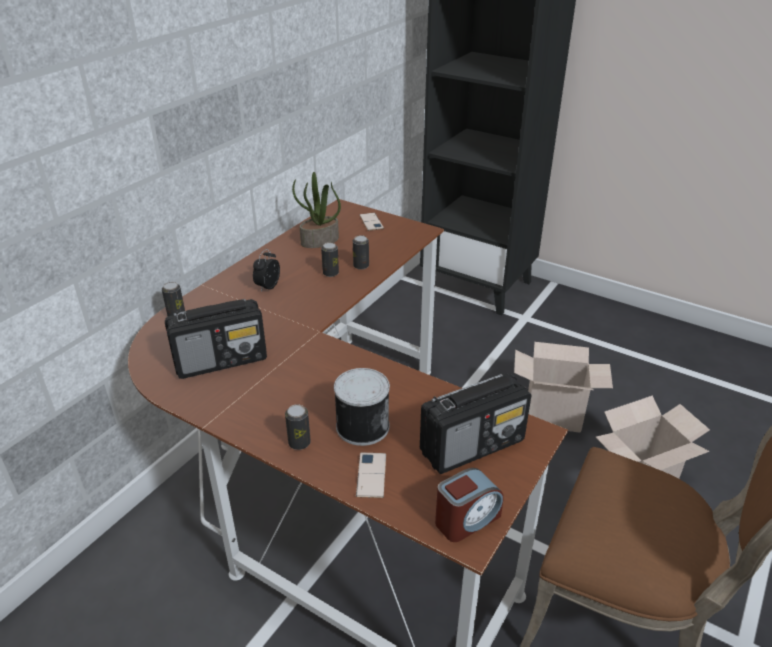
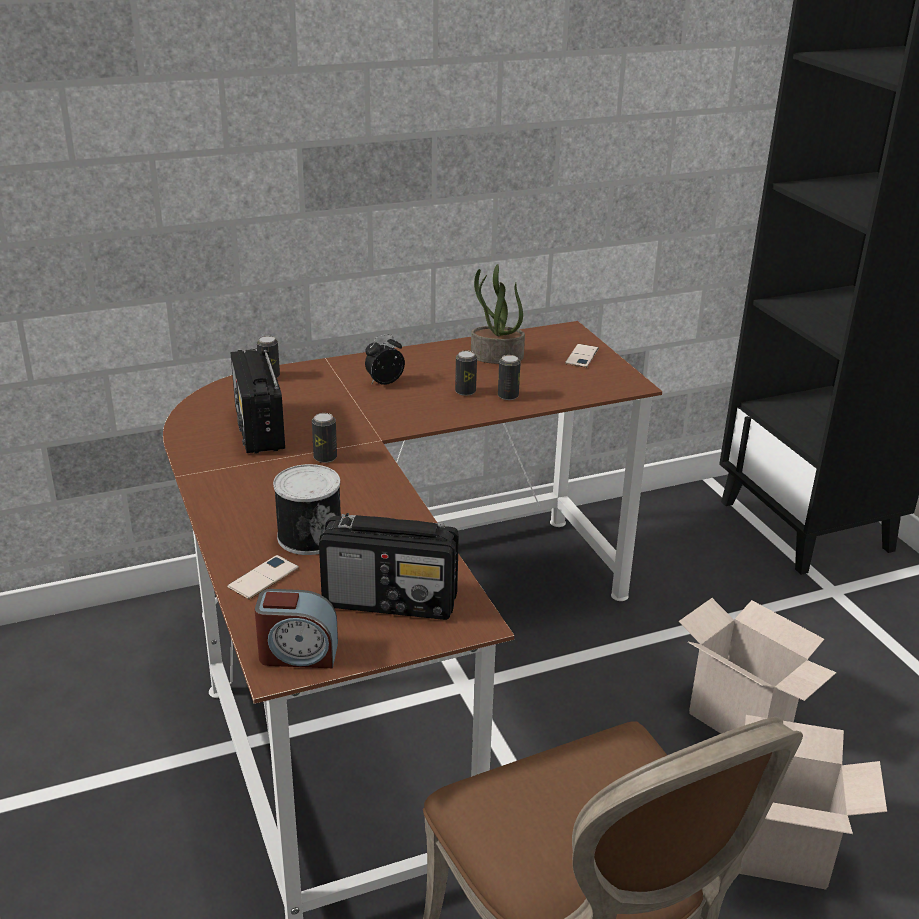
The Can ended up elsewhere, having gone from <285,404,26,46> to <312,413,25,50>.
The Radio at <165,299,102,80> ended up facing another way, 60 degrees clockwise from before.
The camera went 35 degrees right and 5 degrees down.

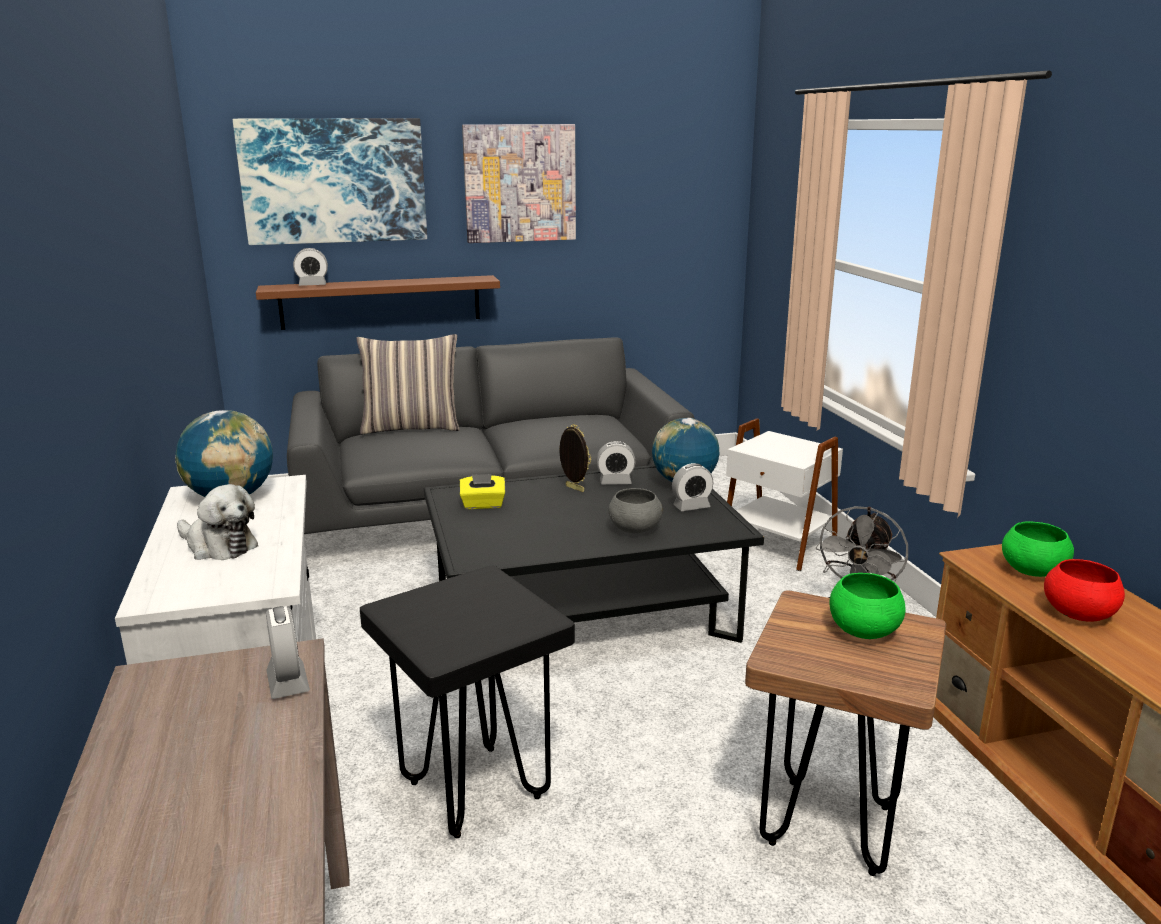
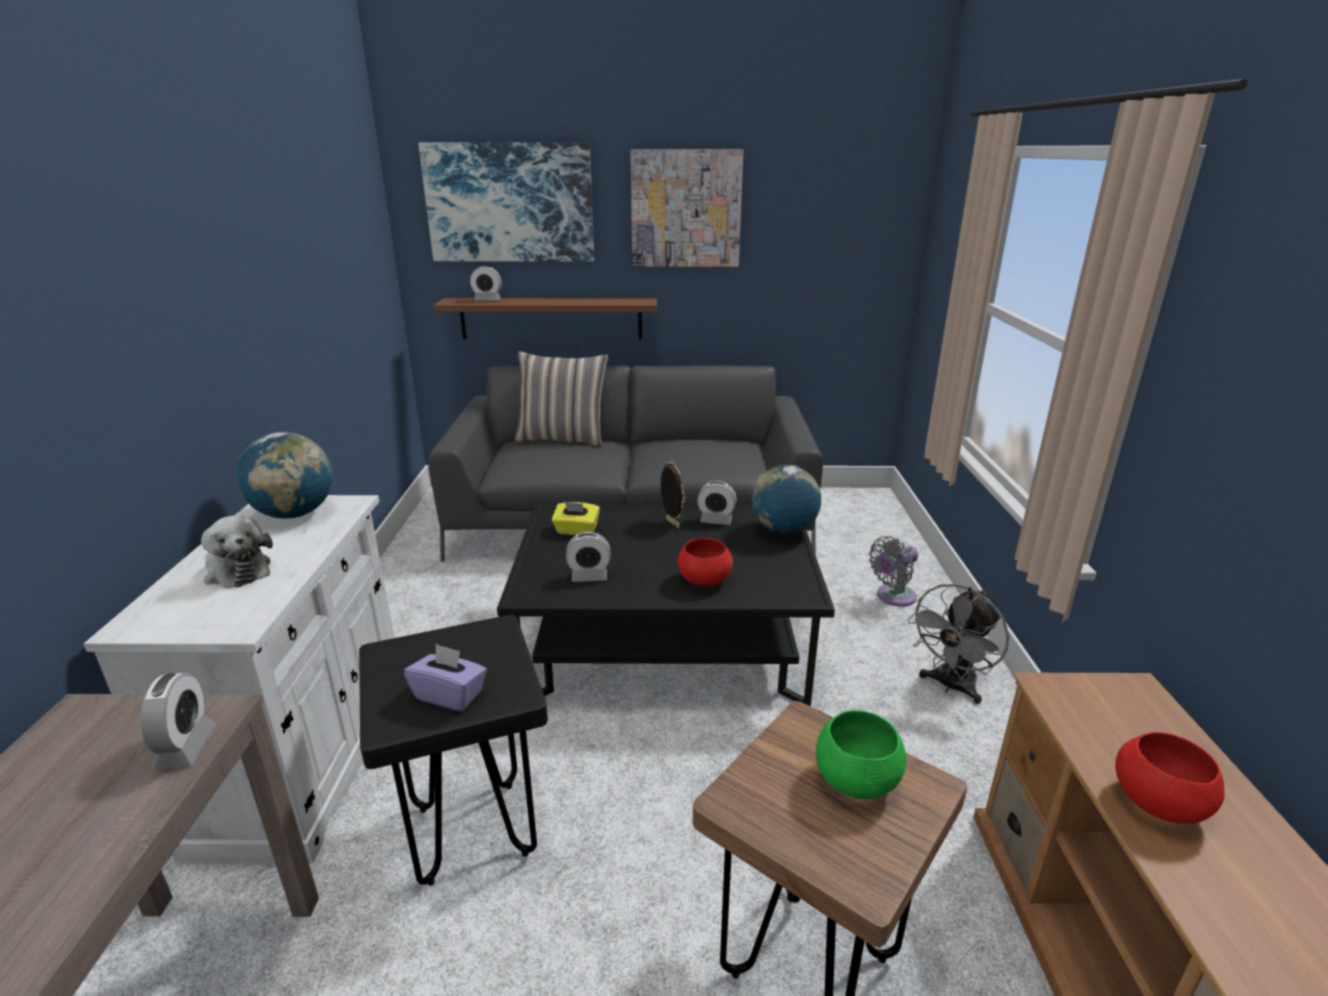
The second view lost the GreenBowl at <1002,522,72,55>.
The second view gained the PurpleTissueBox at <404,644,83,67>.
The AlarmClock ended up elsewhere, having gone from <672,463,41,48> to <566,532,45,50>.
Where the WhiteSideTable stood at <726,418,117,153>, the GreyFan came to stand at <869,536,49,71>.
What was the GreyBowl at <609,488,54,45> turned into the RedBowl at <678,538,55,48>.
The camera went 15 degrees right and 5 degrees up.

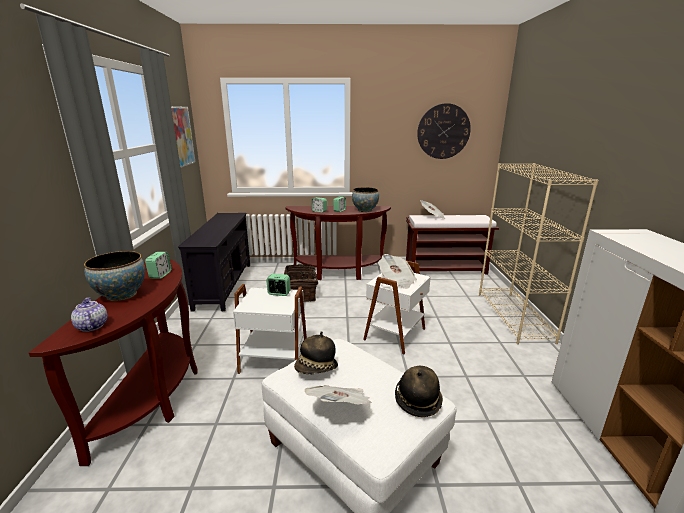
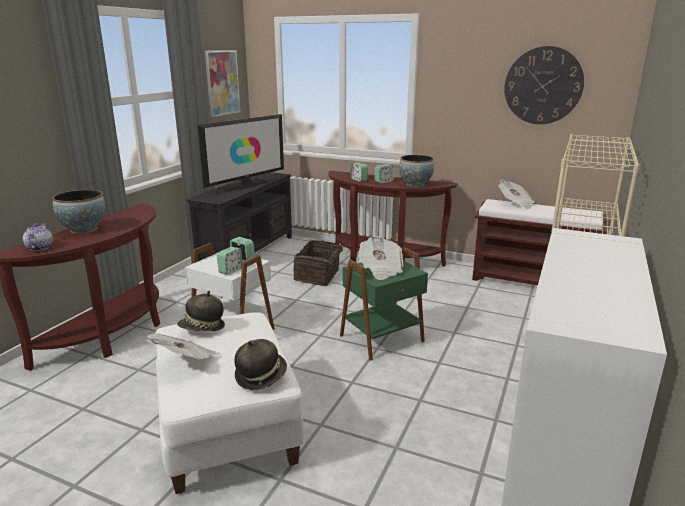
The second view gained the Television at <197,114,87,76>.
The AlarmClock ended up elsewhere, having gone from <145,252,27,27> to <217,247,26,28>.
What was the WhiteSideTable at <363,261,68,94> turned into the GreenSideTable at <340,247,88,114>.
The camera went 25 degrees right and 0 degrees up.

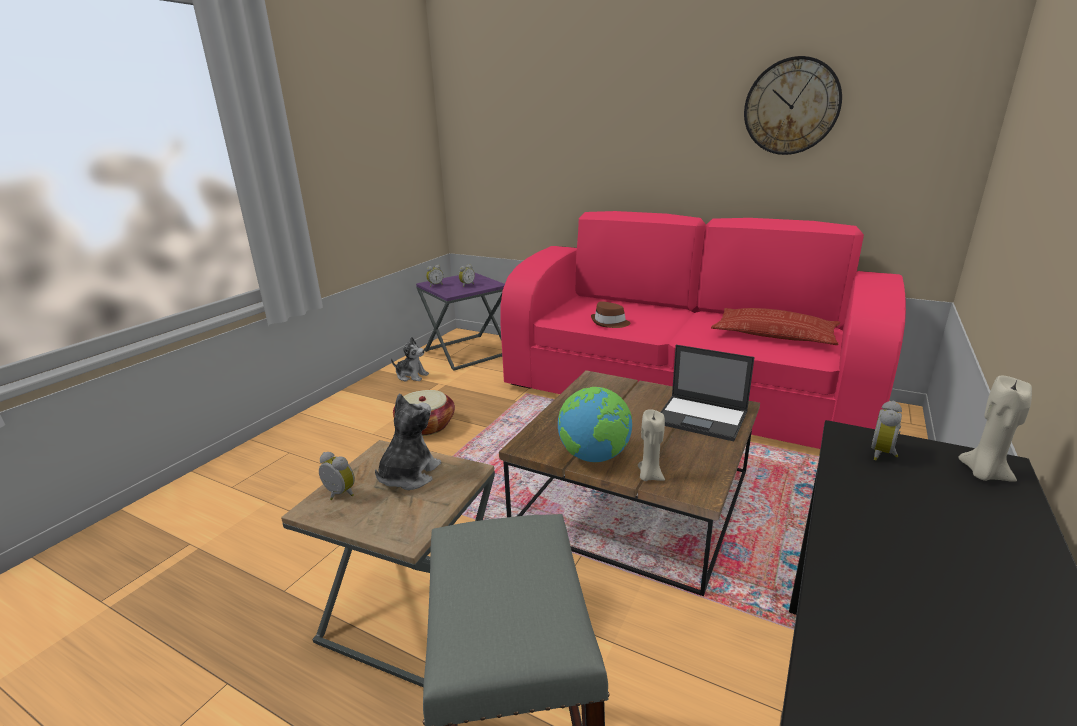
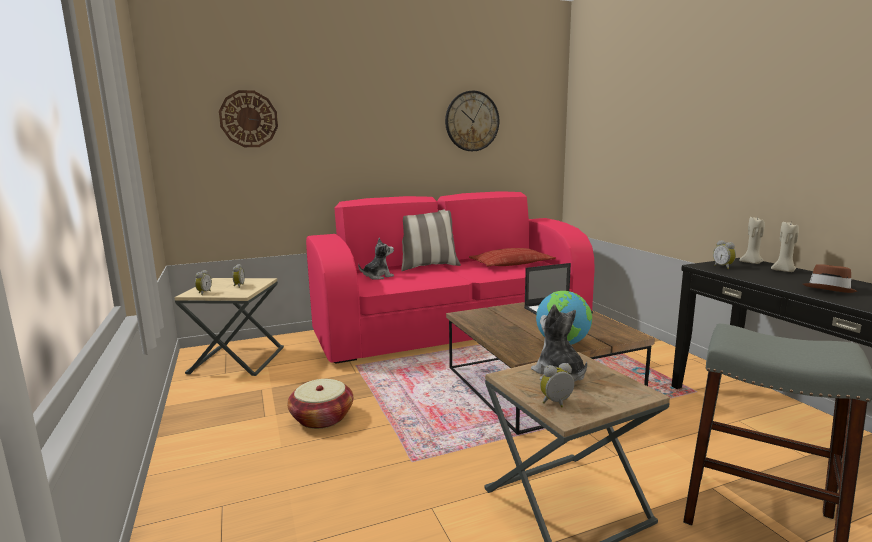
The second view gained the WallClock at <219,90,59,57>.
The second view gained the Pillow at <401,209,60,62>.
The PlushToy ended up elsewhere, having gone from <391,337,38,44> to <358,238,36,42>.
The BrownHat ended up elsewhere, having gone from <591,301,40,27> to <803,264,54,29>.
The BeigeCandle ended up elsewhere, having gone from <638,409,27,72> to <771,220,28,52>.
What was the PurpleSideTable at <416,272,89,99> turned into the BeigeSideTable at <175,278,109,98>.
The camera went 50 degrees left and 10 degrees down.

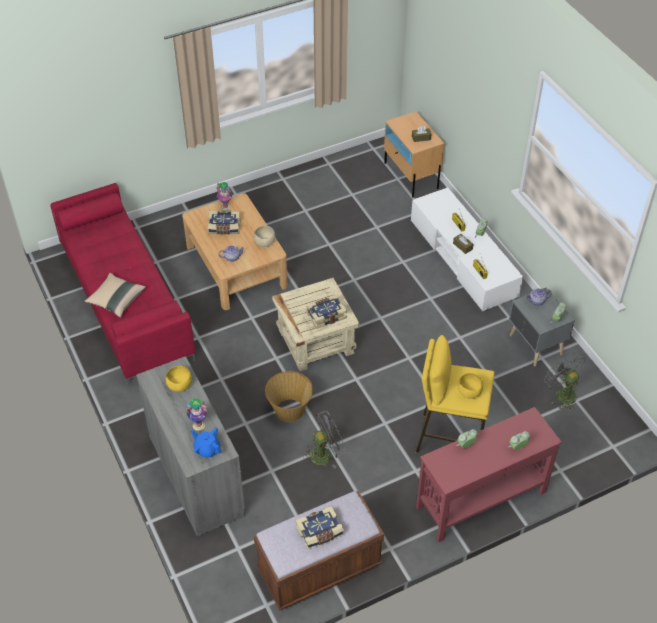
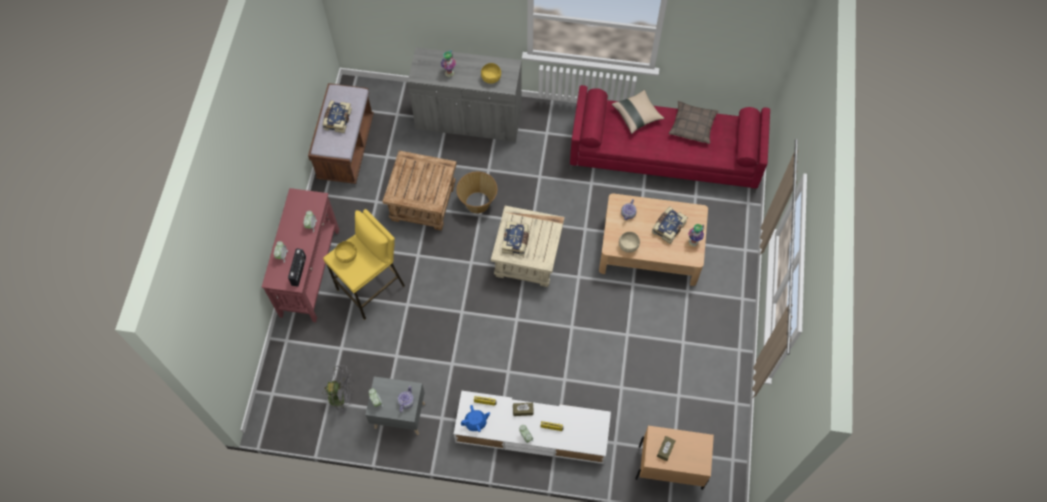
The second view gained the Radio at <288,248,18,38>.
The second view gained the Pillow at <669,101,49,43>.
The BlueTeapot ended up elsewhere, having gone from <191,428,30,30> to <461,405,29,27>.
Where the GreyFan stood at <303,411,42,57>, the BrownSideTable came to stand at <383,151,74,80>.
The camera went 125 degrees right and 15 degrees up.

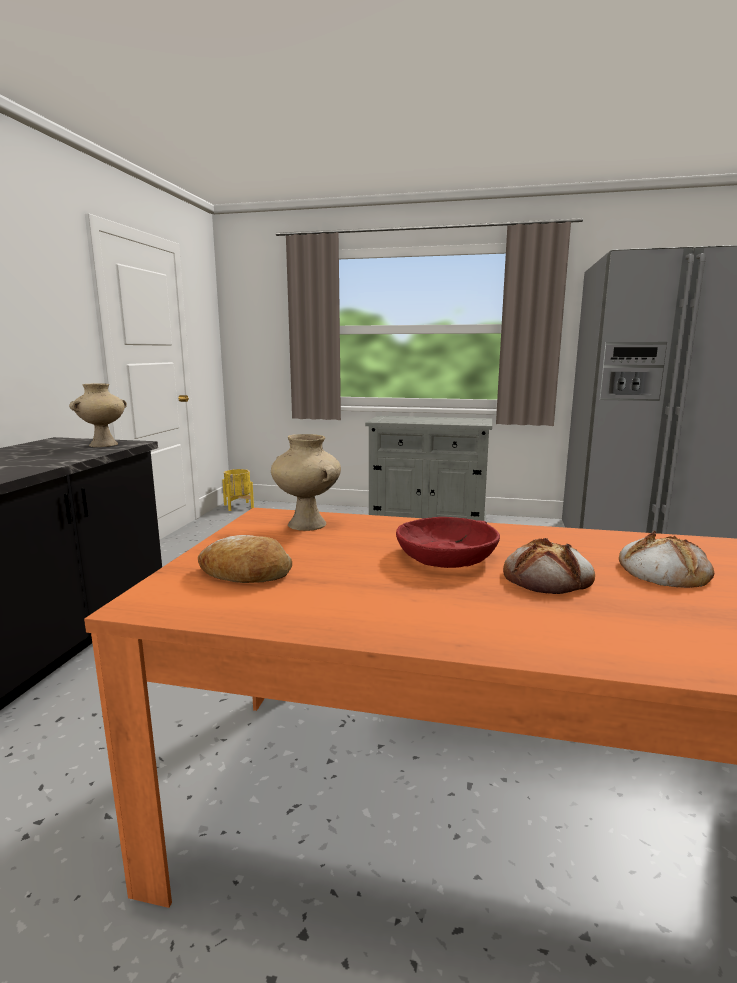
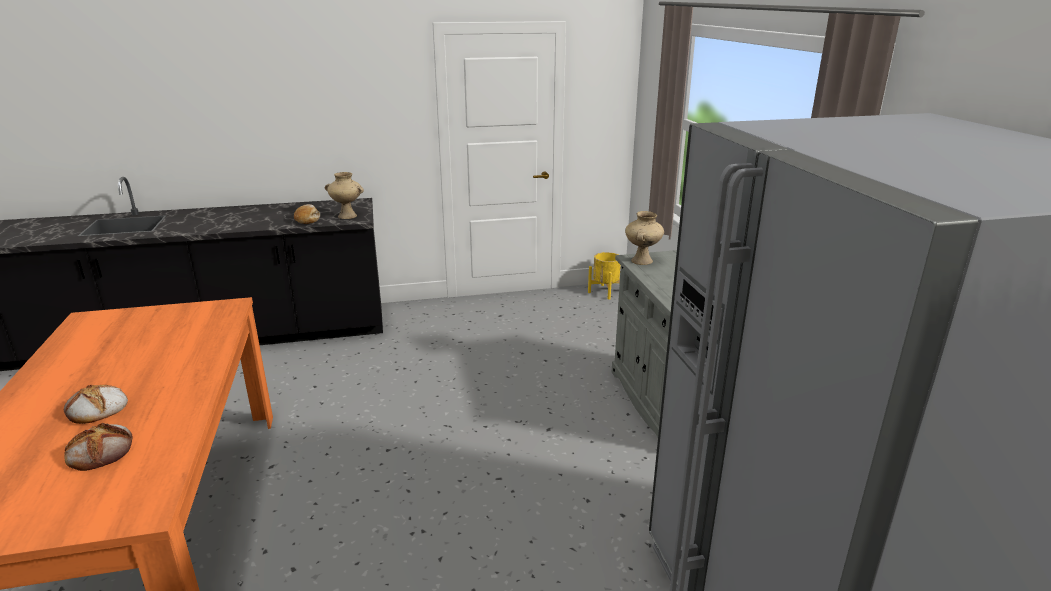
The second view lost the RedBowl at <396,517,104,51>.
The Bread ended up elsewhere, having gone from <198,535,94,48> to <294,204,26,20>.
The BeigeVase ended up elsewhere, having gone from <271,434,70,97> to <625,211,39,54>.
The camera went 65 degrees right and 10 degrees up.

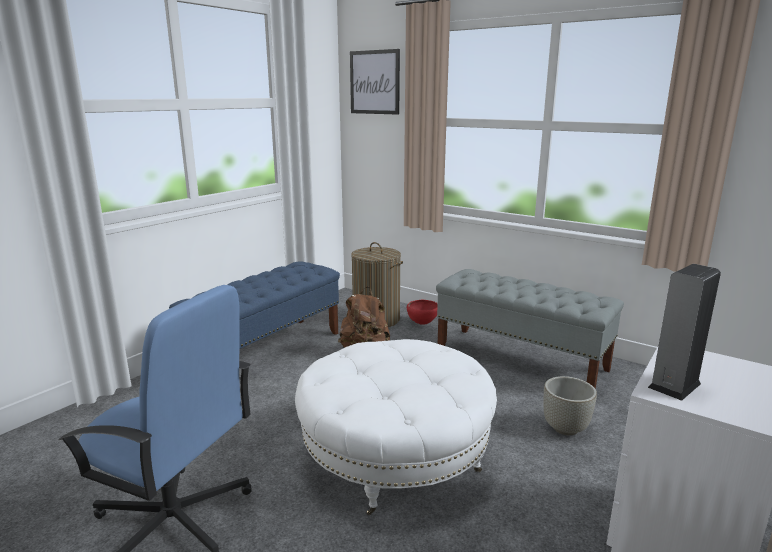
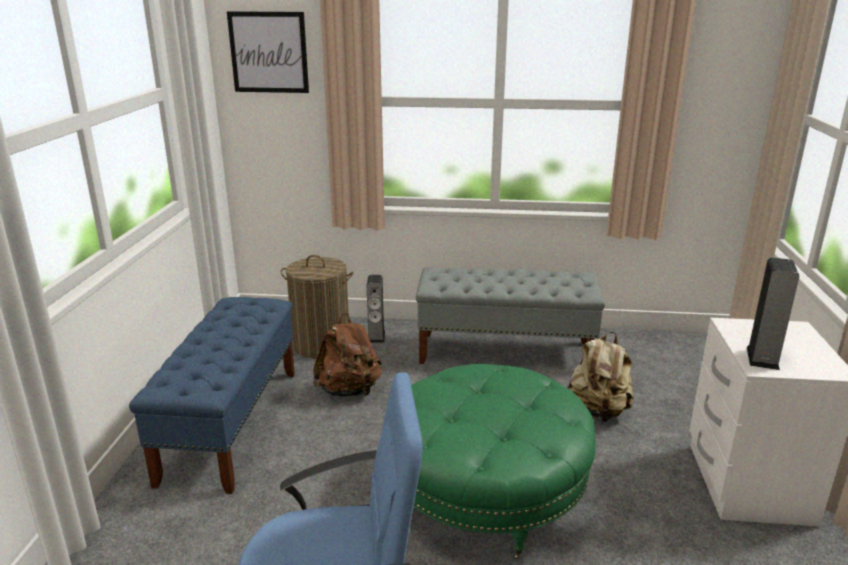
Where the RedBowl stood at <407,300,31,25>, the Speaker came to stand at <367,275,18,68>.
Where the GreyPlanter stood at <543,376,54,59>, the BeigeBackpack came to stand at <567,332,67,90>.
What was the WhiteOttoman at <295,339,202,176> turned into the GreenOttoman at <411,364,185,195>.
The camera went 30 degrees left and 5 degrees up.

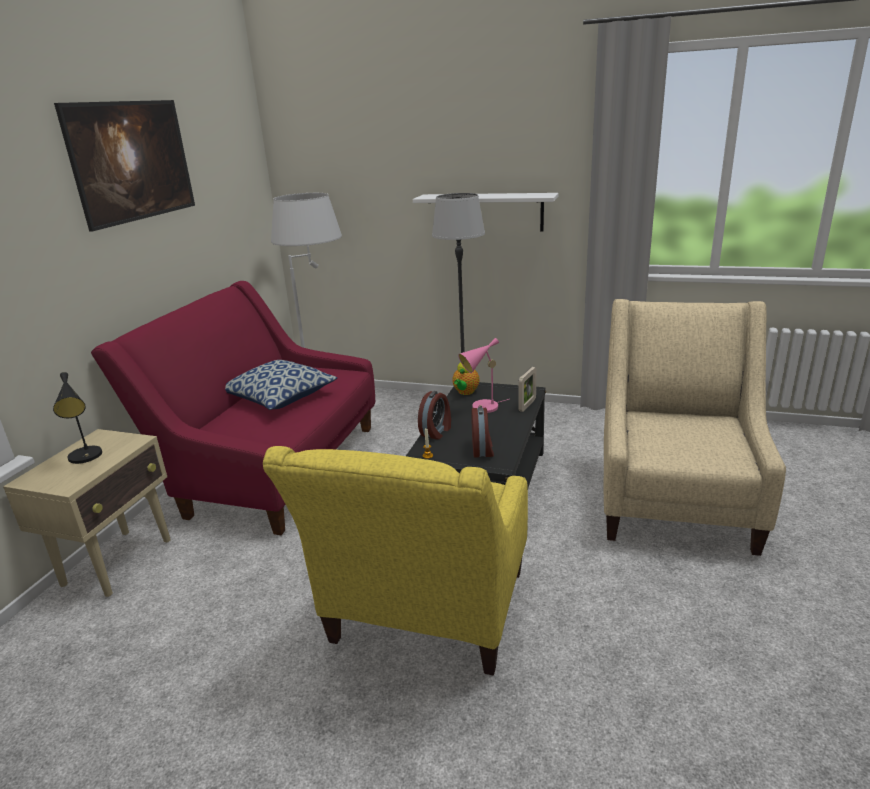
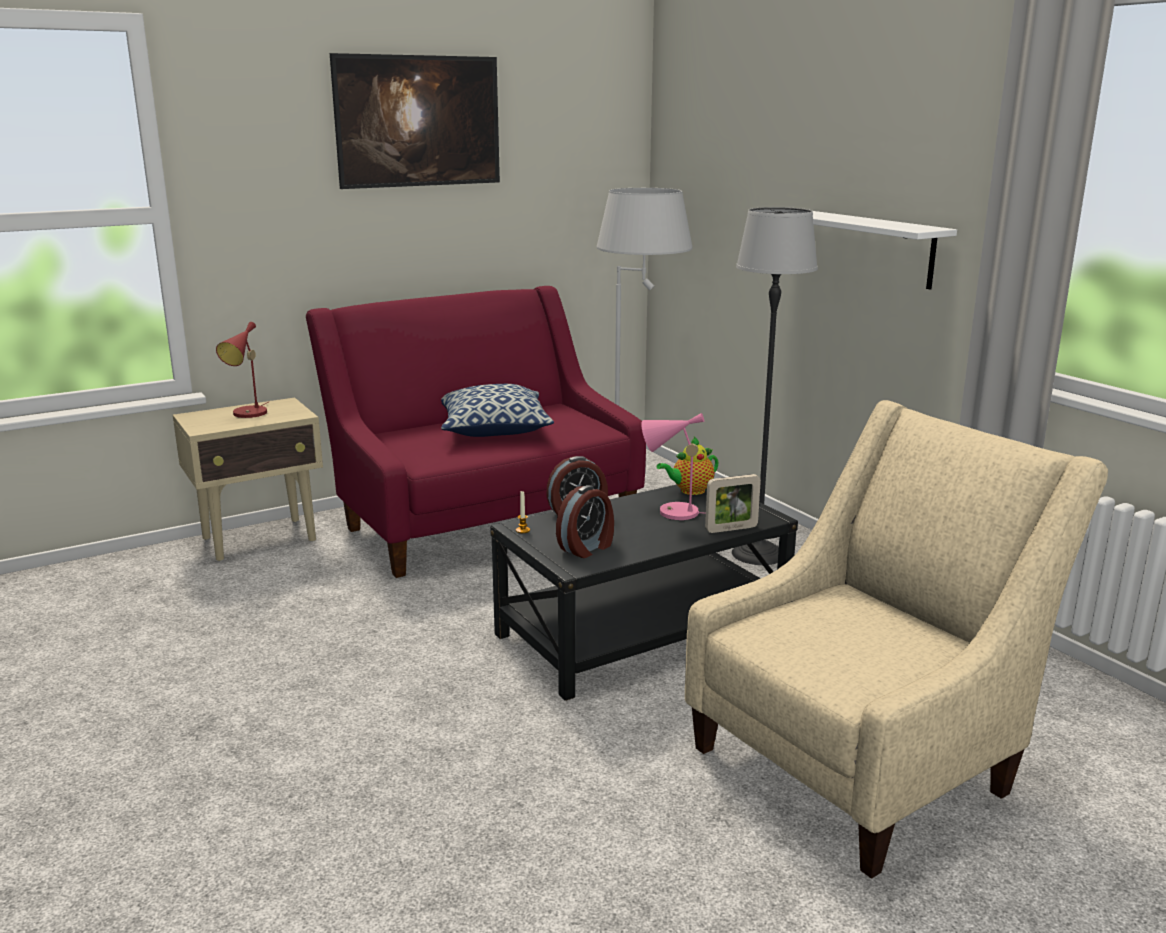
The second view lost the YellowArmchair at <263,446,265,229>.
What was the BlackTableLamp at <53,372,49,92> turned into the RedTableLamp at <216,322,52,96>.
The camera went 40 degrees right and 5 degrees down.

